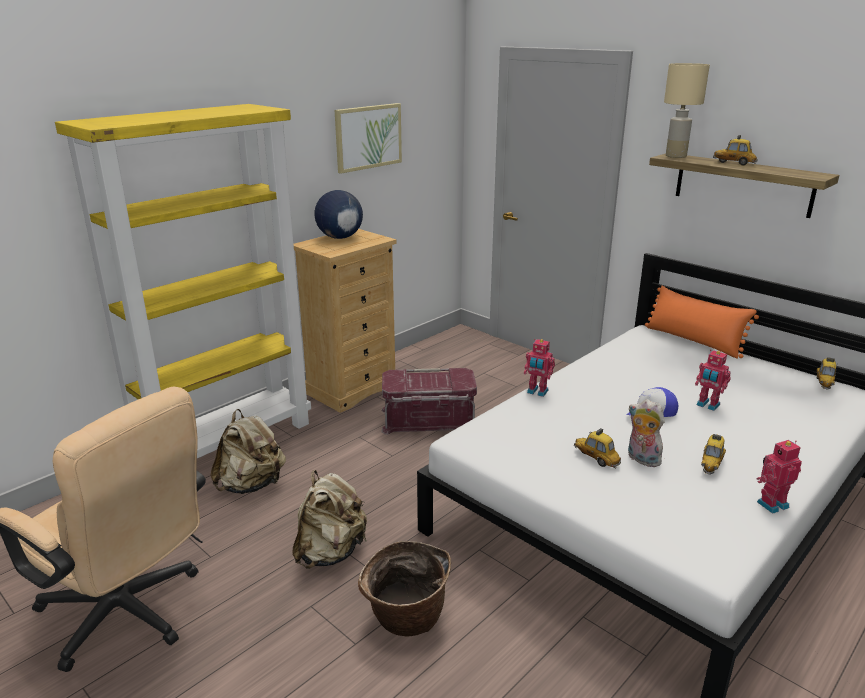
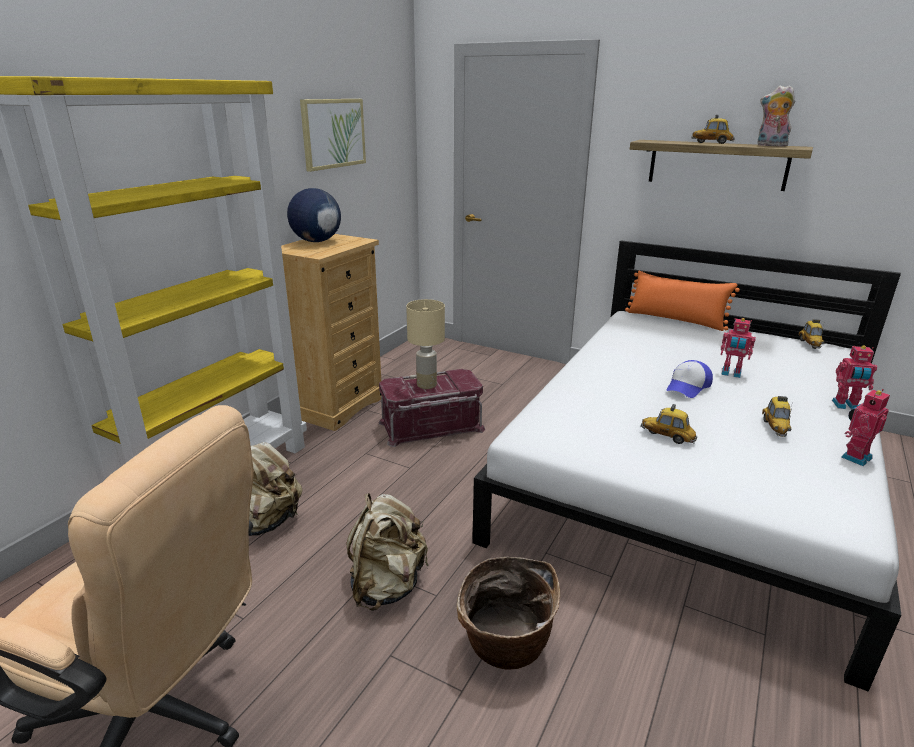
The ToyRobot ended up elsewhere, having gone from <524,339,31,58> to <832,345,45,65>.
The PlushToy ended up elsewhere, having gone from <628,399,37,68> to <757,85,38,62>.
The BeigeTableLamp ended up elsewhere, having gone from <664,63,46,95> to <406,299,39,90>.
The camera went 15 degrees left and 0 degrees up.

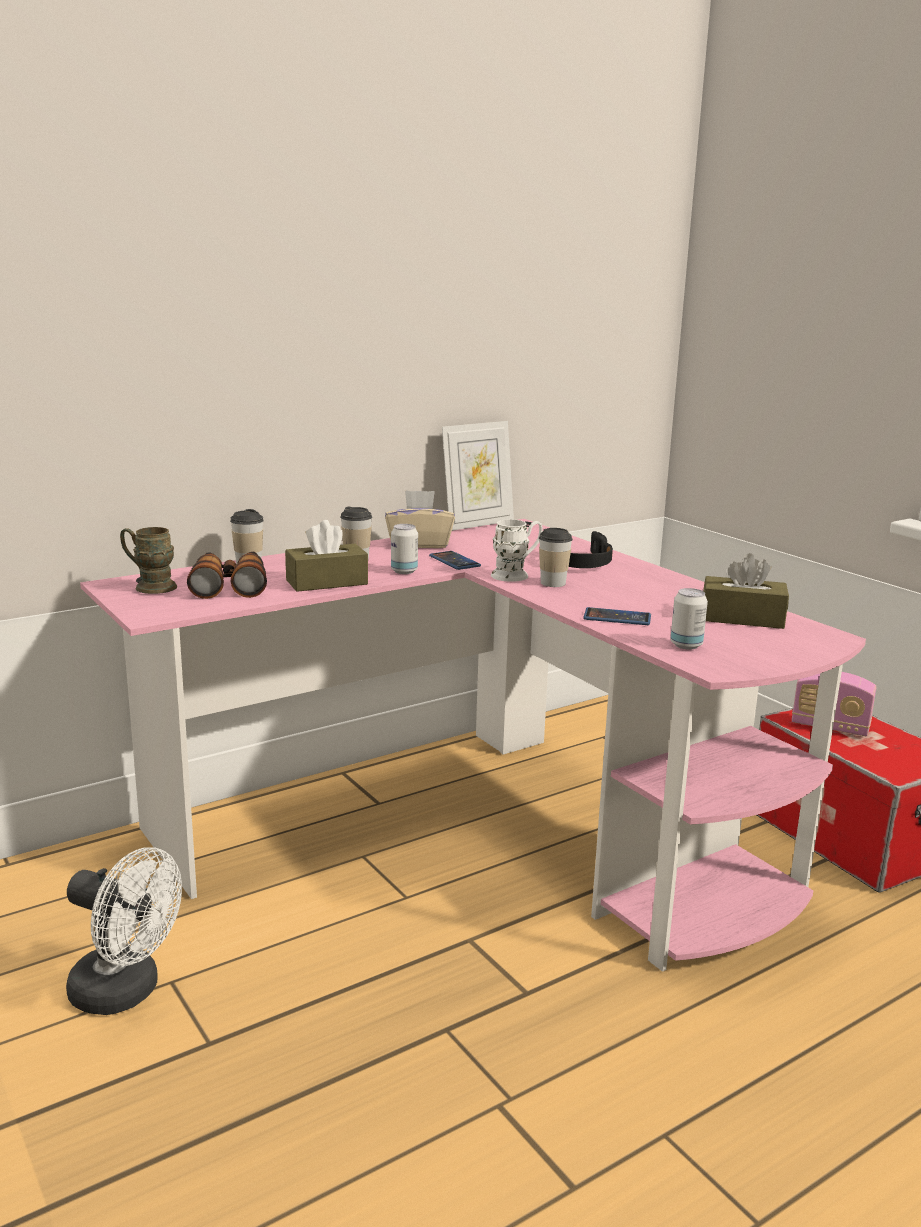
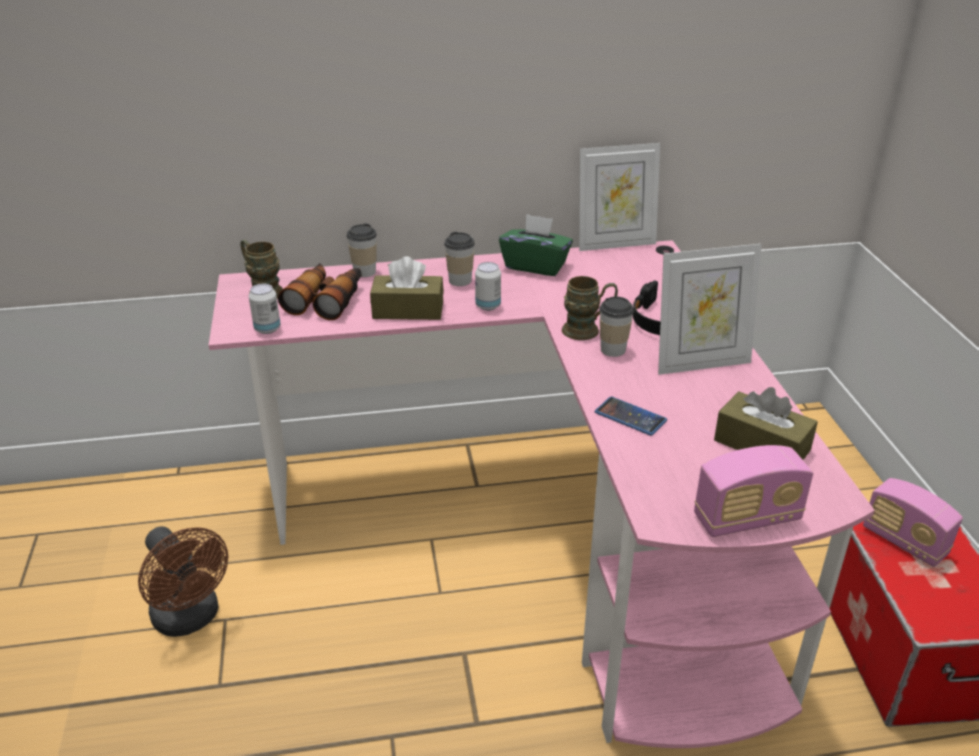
The second view lost the Phone at <429,551,52,19>.
The second view gained the PictureFrame at <658,244,104,131>.
The second view gained the Radio at <694,445,119,92>.
The Can ended up elsewhere, having gone from <670,588,38,62> to <249,284,32,50>.
What was the WhiteFan at <66,847,116,168> turned into the BrownFan at <138,526,90,111>.
What was the BeigeTissueBox at <385,490,70,58> turned into the GreenTissueBox at <499,214,74,62>.
What was the WhiteMug at <491,519,52,63> turned into the BrownMug at <562,276,56,64>.
The camera went 25 degrees right and 15 degrees up.

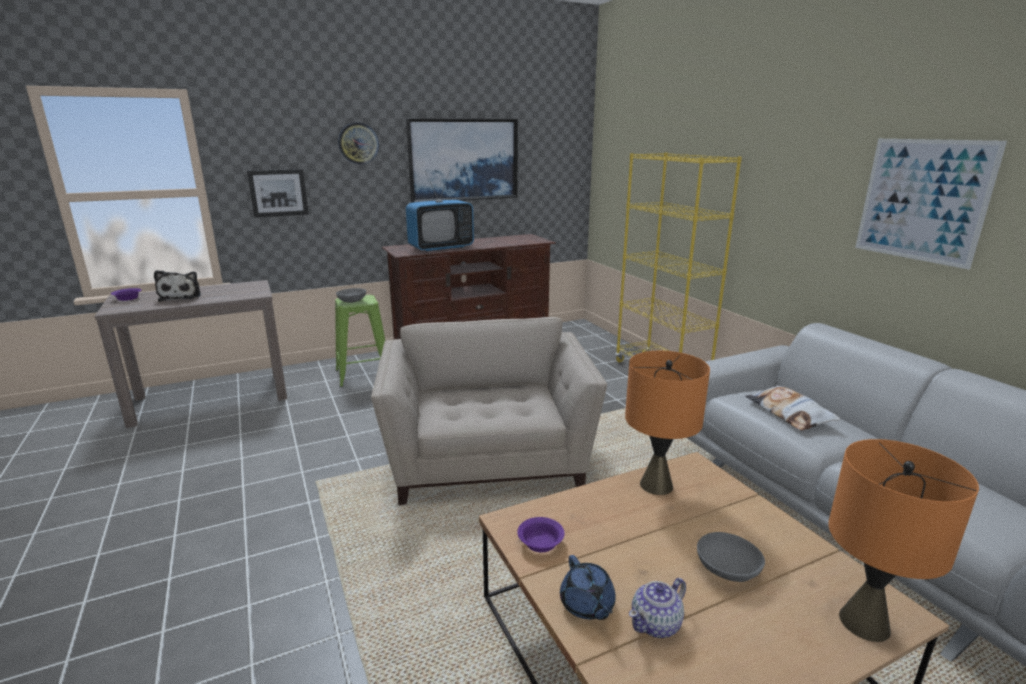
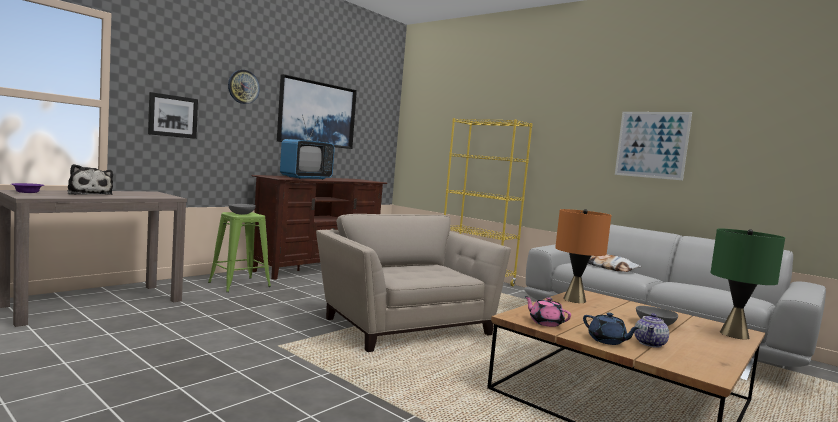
Where the PurpleBowl stood at <517,517,48,35>, the PinkTeapot came to stand at <525,296,46,31>.
What was the OrangeTableLamp at <829,439,150,203> turned into the GreenTableLamp at <711,228,74,111>.
The camera went 25 degrees left and 15 degrees down.

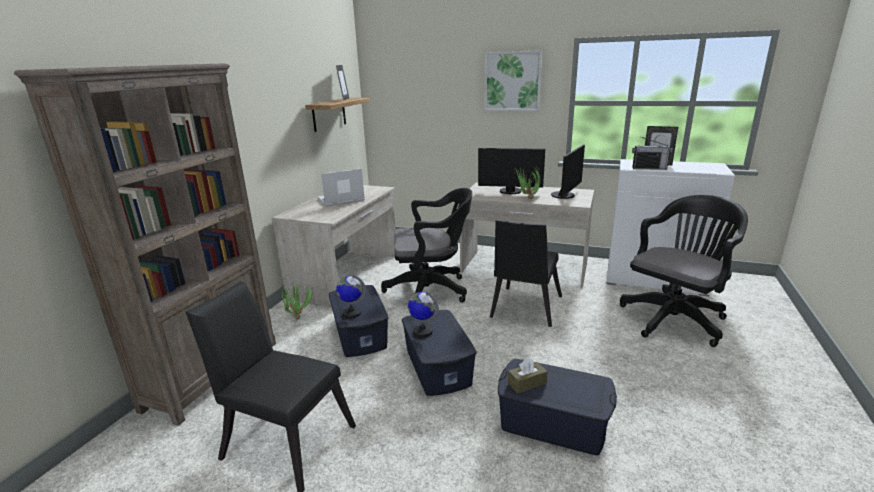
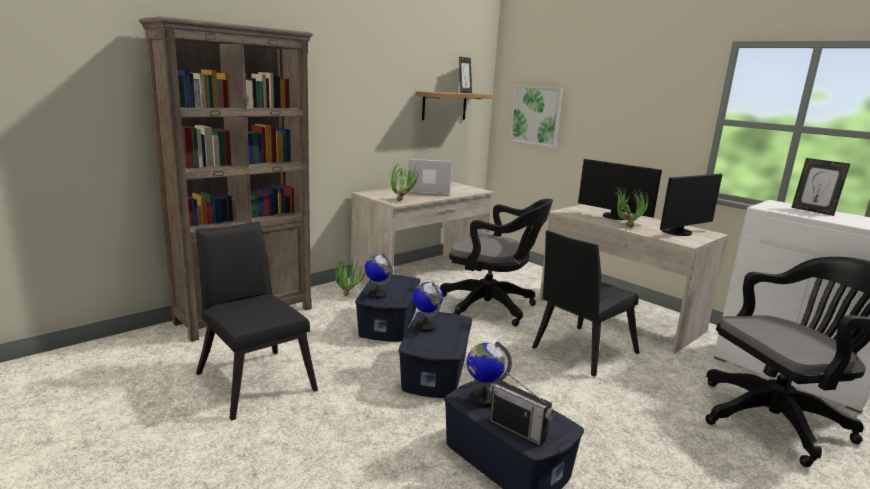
The second view gained the PottedPlant at <391,163,30,38>.
The Picture ended up elsewhere, having gone from <485,50,57,61> to <509,85,54,63>.
The Radio ended up elsewhere, having gone from <632,137,41,33> to <489,369,65,77>.
Where the BrownTissueBox stood at <508,358,40,35>, the Globe came to stand at <467,341,45,67>.
The camera went 25 degrees right and 5 degrees down.

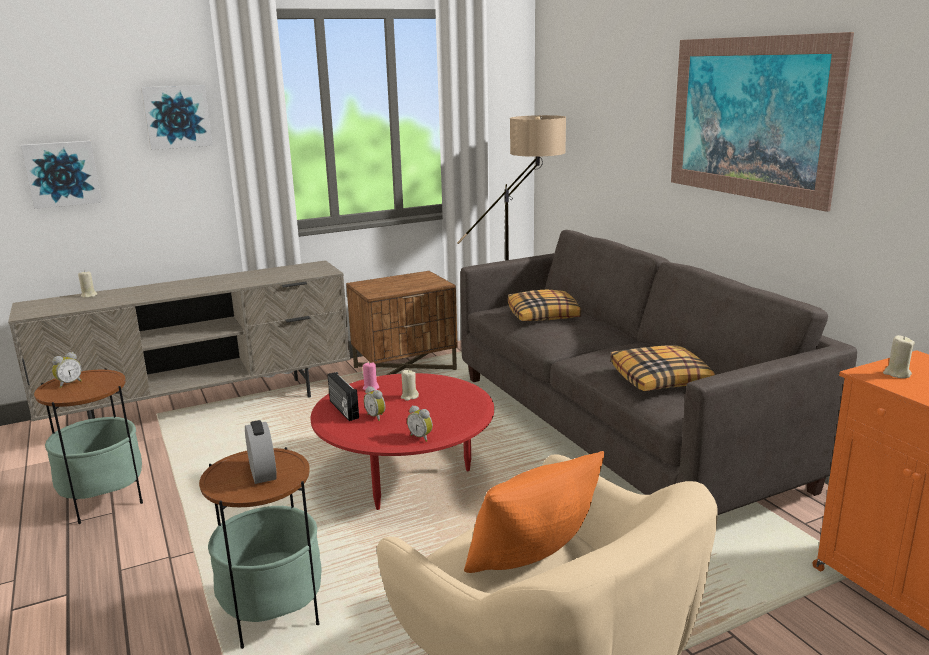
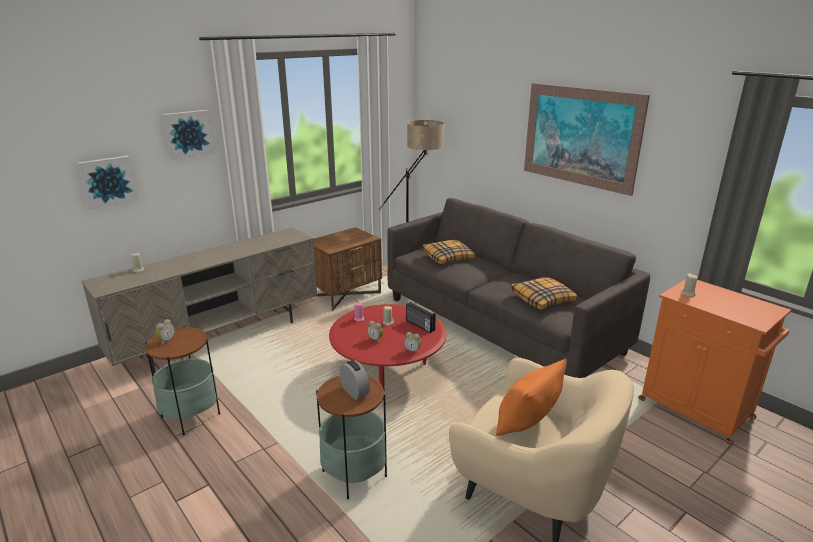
The Radio ended up elsewhere, having gone from <327,372,32,49> to <406,302,29,31>.
The camera went 15 degrees left and 5 degrees up.

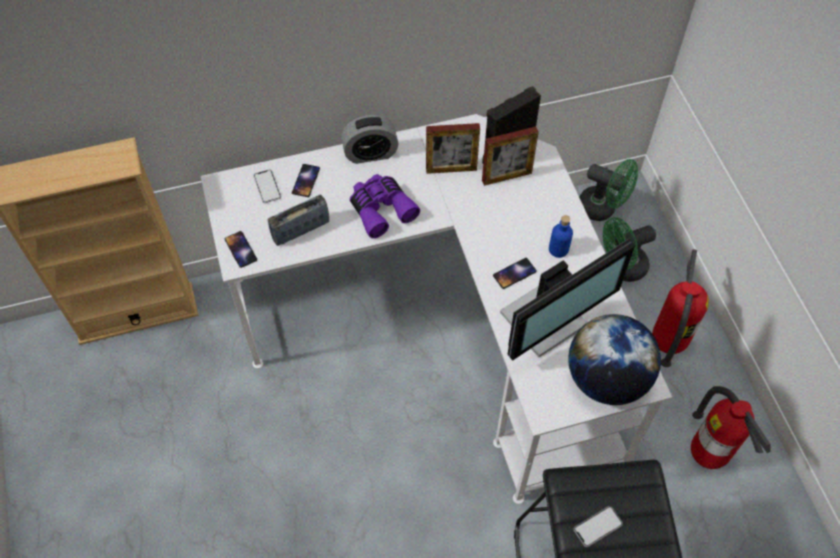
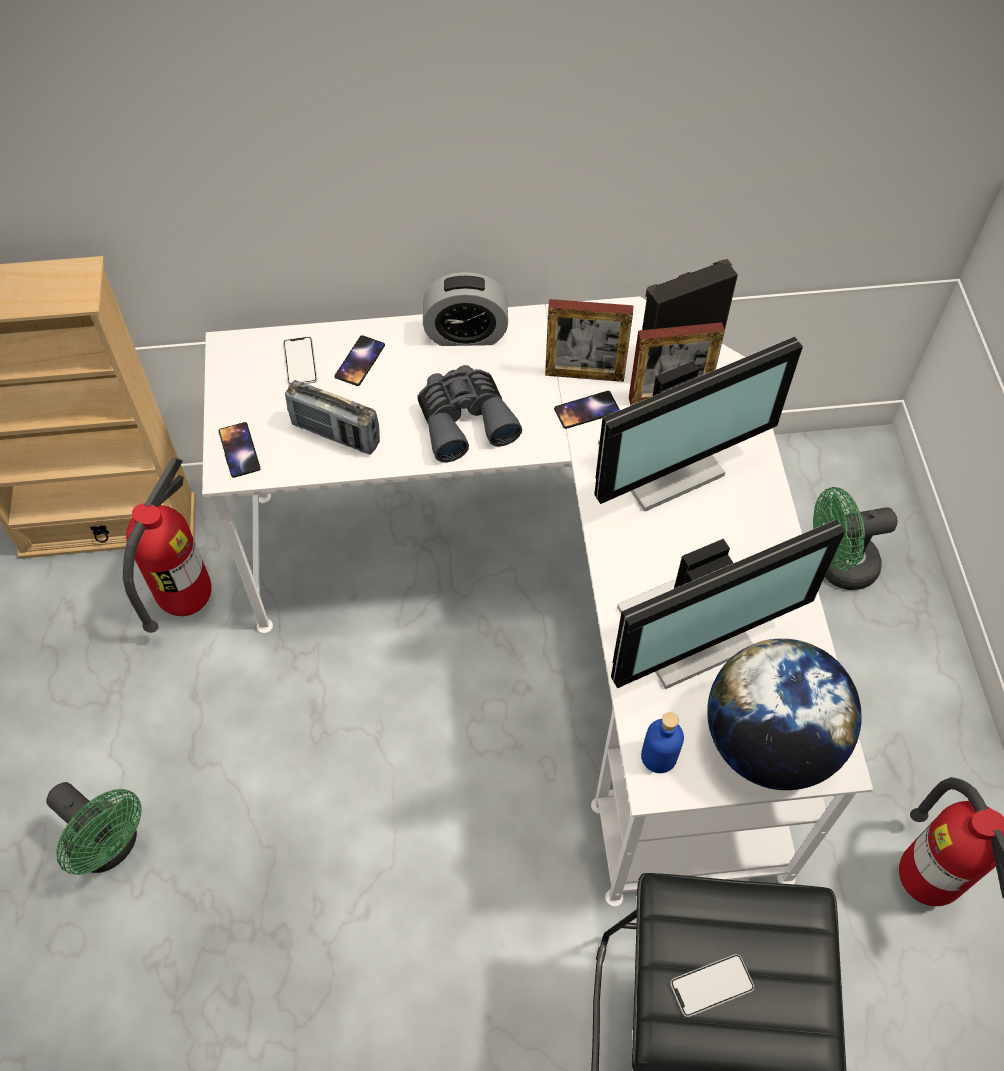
The second view gained the Monitor at <594,336,209,176>.
The Phone ended up elsewhere, having gone from <493,258,44,31> to <554,391,66,38>.
The BlueBottle ended up elsewhere, having gone from <549,215,24,43> to <641,712,43,61>.
The GreenFan ended up elsewhere, having gone from <579,159,59,62> to <46,782,96,93>.
The FireExtinguisher ended up elsewhere, having gone from <652,249,57,118> to <123,458,89,175>.
What was the PurpleBinoculars at <350,174,70,64> turned into the GreyBinoculars at <417,365,105,97>.
The Radio at <268,194,61,52> ended up facing another way, 135 degrees counterclockwise from before.
The camera went 10 degrees right and 0 degrees up.

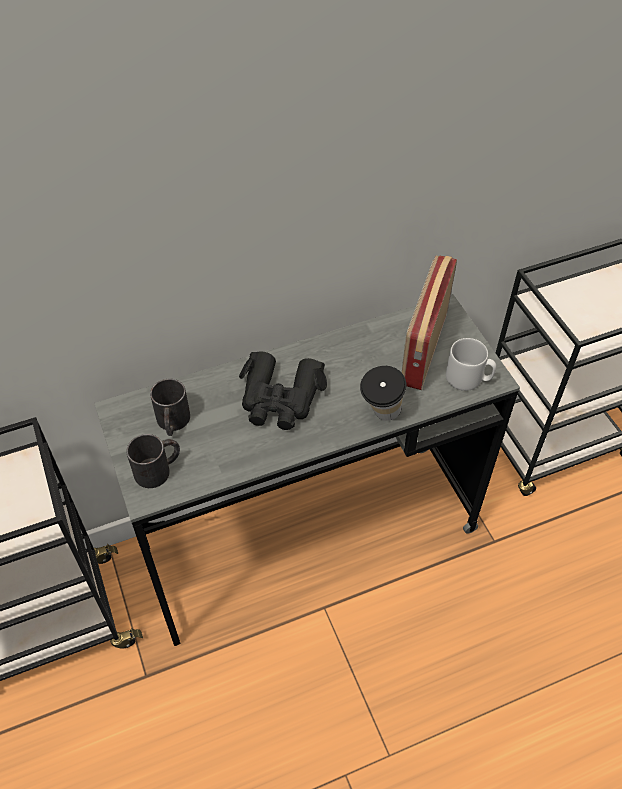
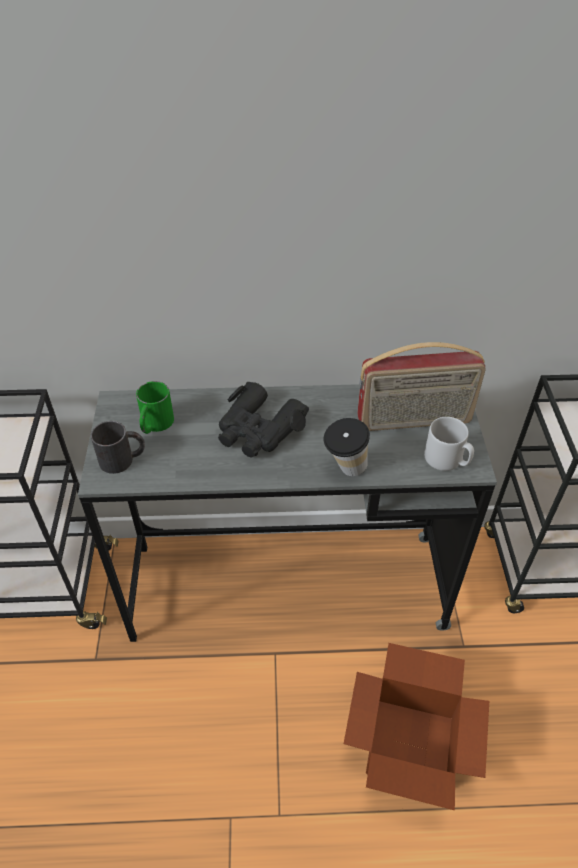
The second view gained the CardboardBox at <344,643,145,167>.
What was the BlackMug at <150,379,40,57> turned into the GreenMug at <136,381,38,53>.
The Radio at <402,255,55,135> ended up facing another way, 135 degrees counterclockwise from before.
The camera went 20 degrees right and 5 degrees down.

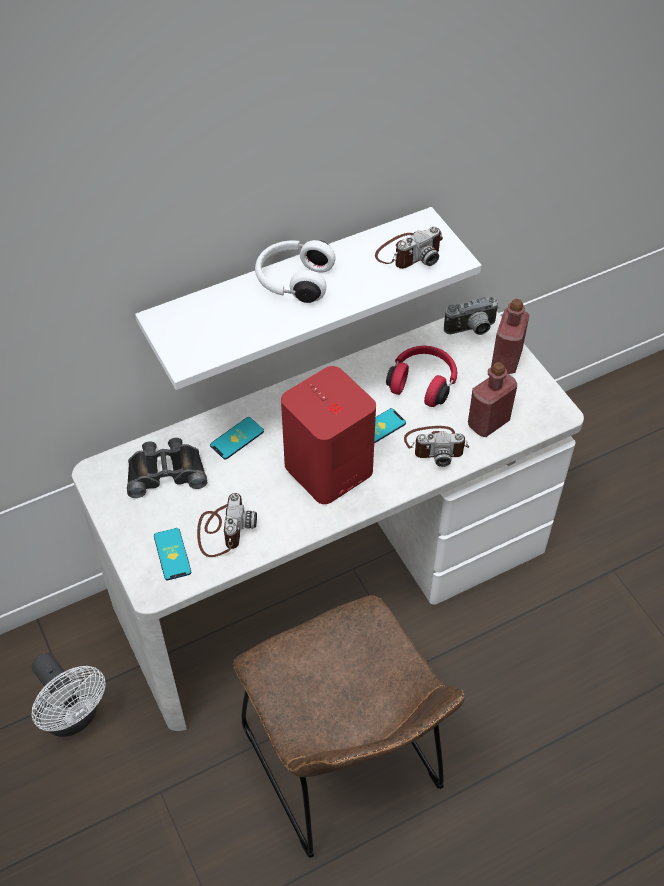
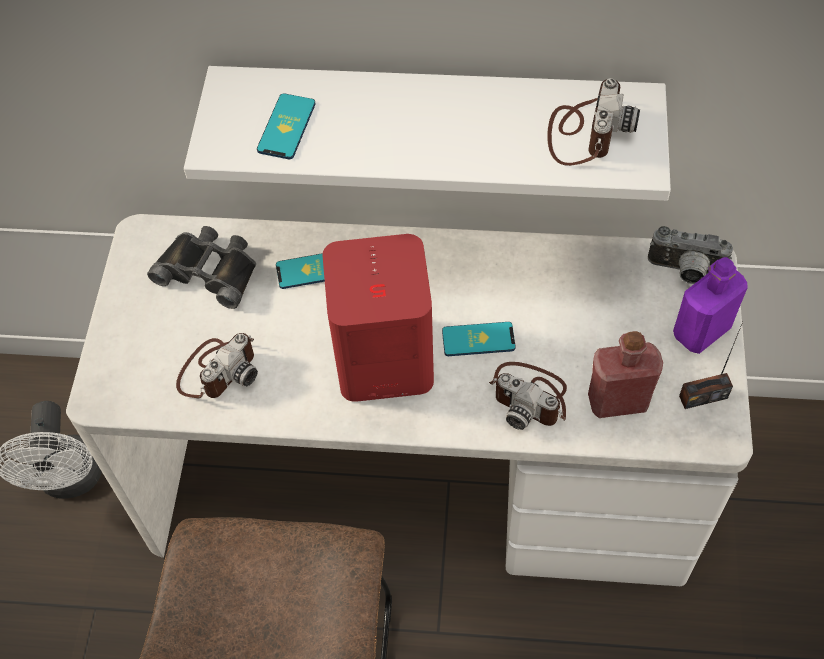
The second view lost the WhiteHeadphones at <255,240,81,63>.
The second view lost the RedHeadphones at <386,346,71,61>.
The second view gained the Radio at <679,322,64,87>.
The Phone ended up elsewhere, having gone from <154,528,37,52> to <257,93,59,66>.
What was the RedBottle at <491,299,38,75> turned into the PurpleBottle at <673,257,75,97>.
The PhotoCamera at <375,226,68,43> ended up facing another way, 75 degrees counterclockwise from before.
The camera went 35 degrees right and 5 degrees up.

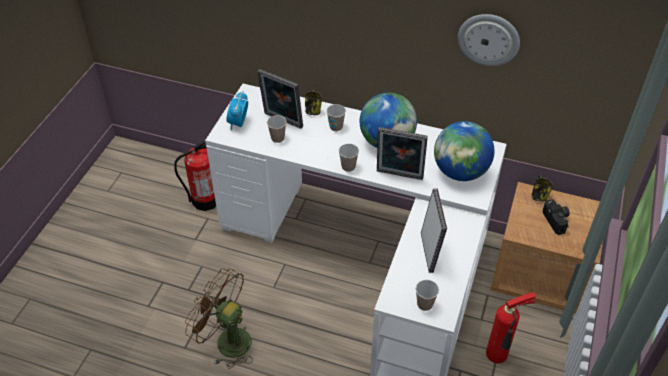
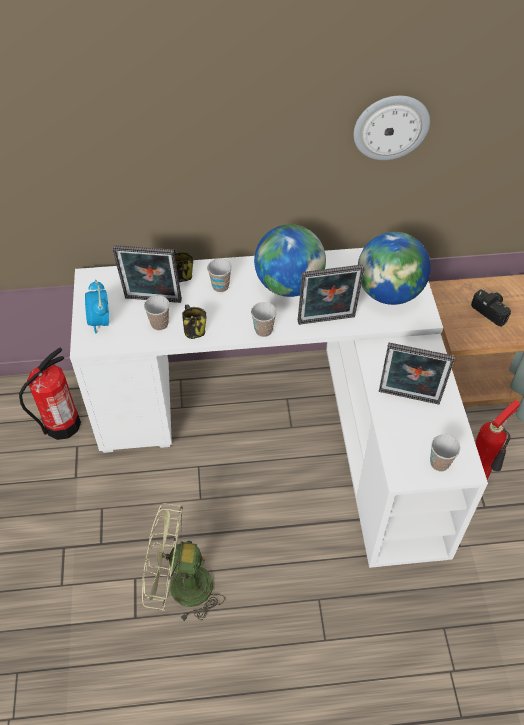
The Mug ended up elsewhere, having gone from <532,175,21,27> to <182,304,25,35>.
What was the BrownFan at <185,269,68,100> turned into the GreenFan at <142,503,83,120>.
The PictureFrame at <421,188,26,85> ended up facing another way, 135 degrees clockwise from before.
The camera went 25 degrees left and 5 degrees up.

